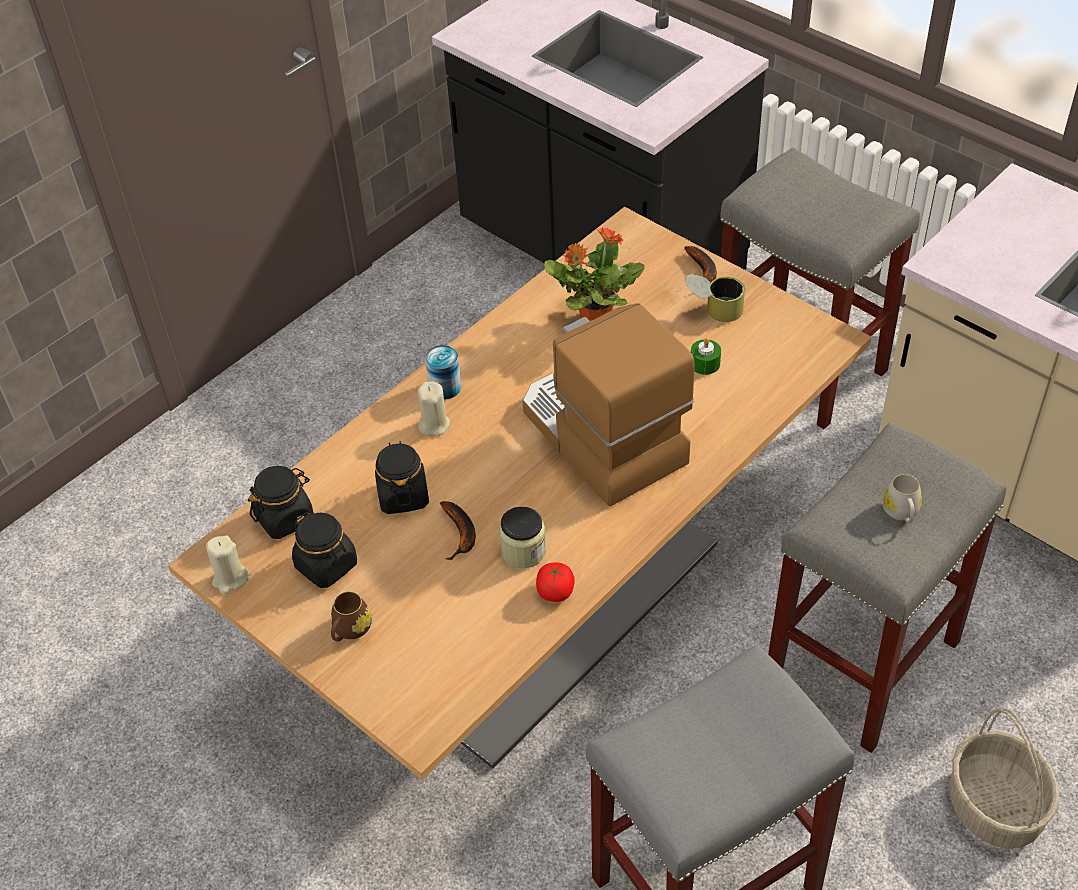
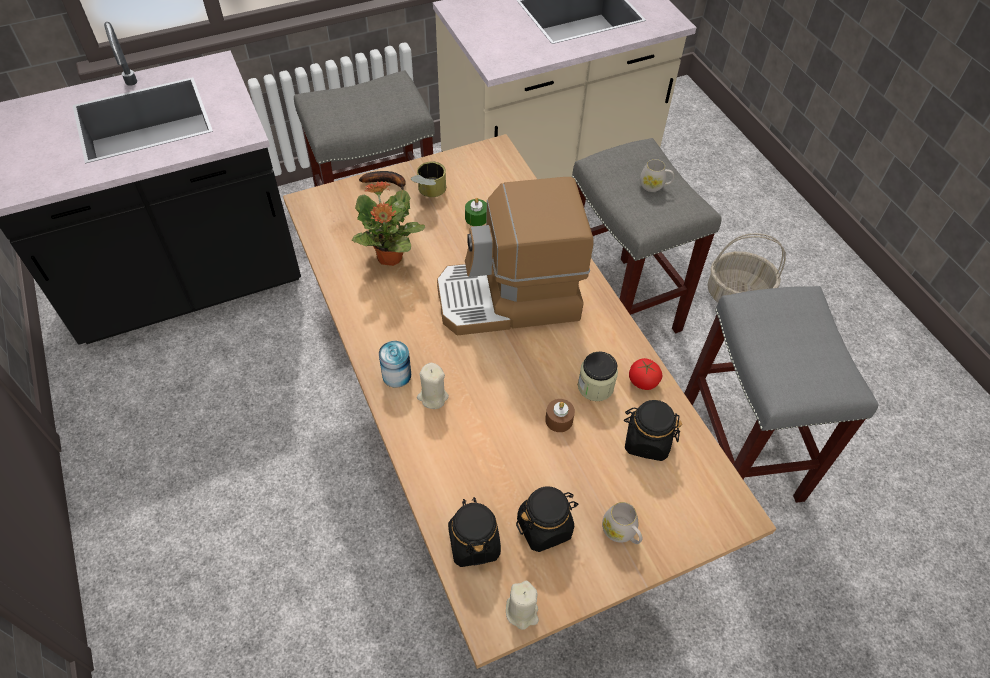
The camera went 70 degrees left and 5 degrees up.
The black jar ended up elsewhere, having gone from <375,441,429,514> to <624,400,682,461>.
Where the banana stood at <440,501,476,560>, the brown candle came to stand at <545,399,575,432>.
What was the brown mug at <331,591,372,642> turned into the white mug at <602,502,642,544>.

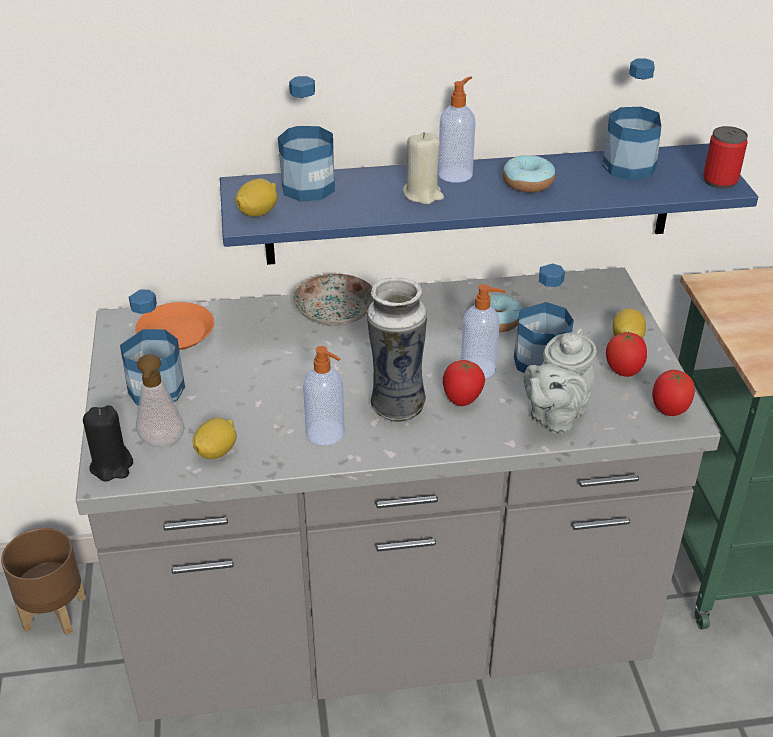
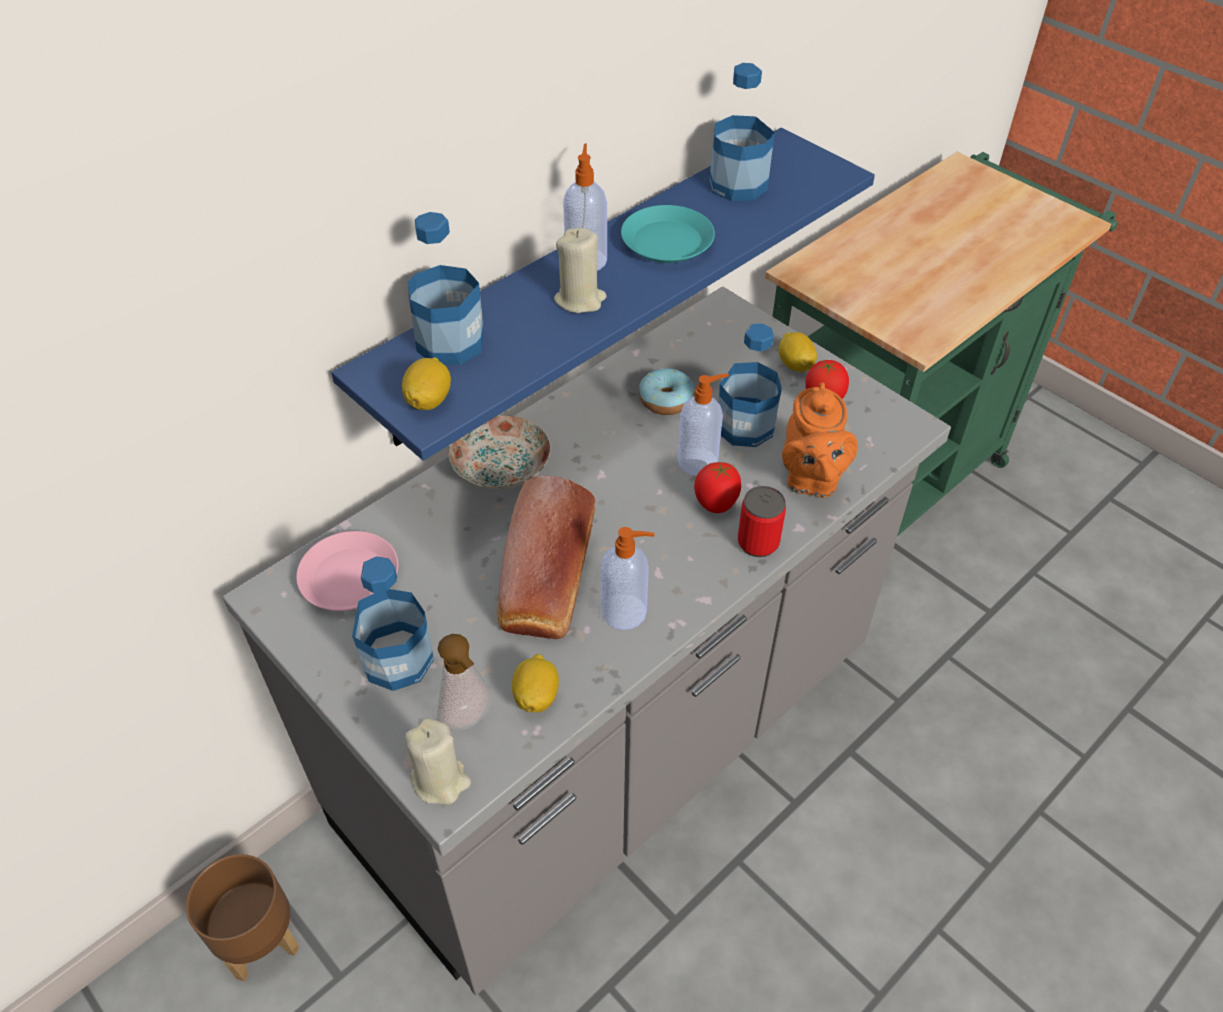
The camera went 35 degrees left and 10 degrees up.
The can ended up elsewhere, having gone from <703,126,748,189> to <738,486,786,557>.
Where the donut stood at <503,155,555,192>, the turquoise plate came to stand at <621,205,715,263>.
The second view lost the vase at <367,277,427,422>.
What was the orange plate at <135,302,214,350> turned into the pink plate at <296,531,398,611>.
What was the grey teapot at <523,328,597,434> turned into the orange teapot at <782,382,858,498>.
The second view lost the tomato at <652,370,695,416>.
What was the black candle at <83,405,133,481> turned into the beige candle at <405,718,471,805>.
The second view gained the bread at <497,476,595,639>.

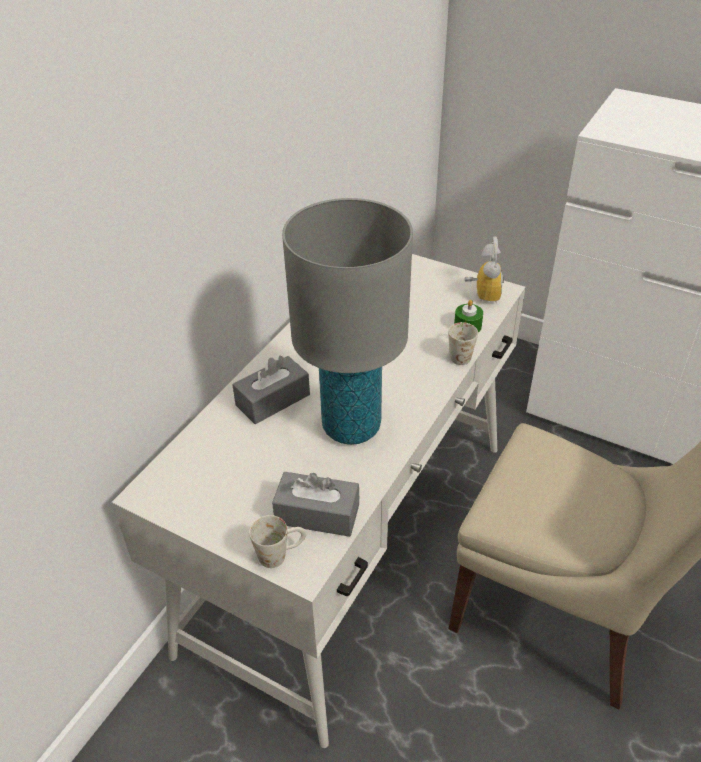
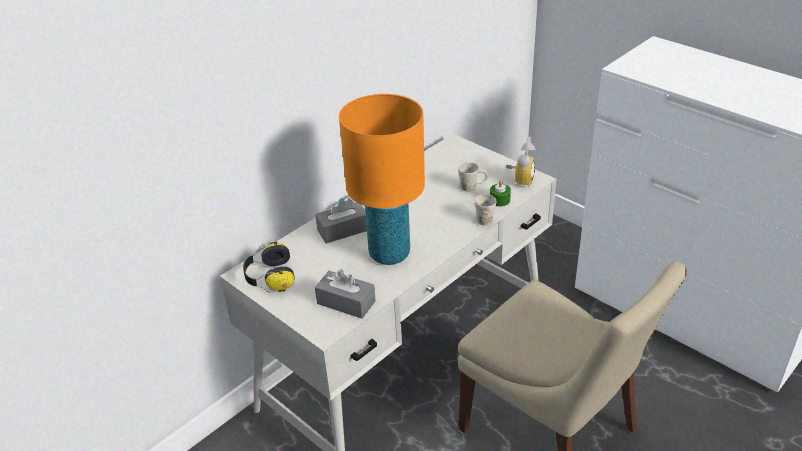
The camera went 15 degrees right and 5 degrees down.
What was the grey table lamp at <282,198,413,445> turned into the orange table lamp at <339,94,425,265>.
The white mug ended up elsewhere, having gone from <249,515,306,568> to <458,162,488,192>.
The second view gained the headphones at <243,241,295,293>.

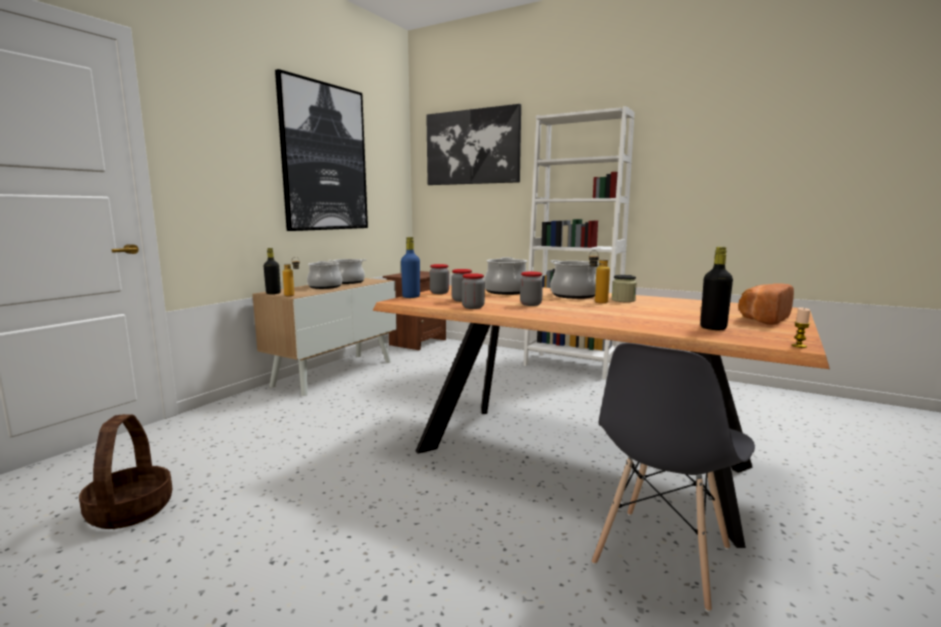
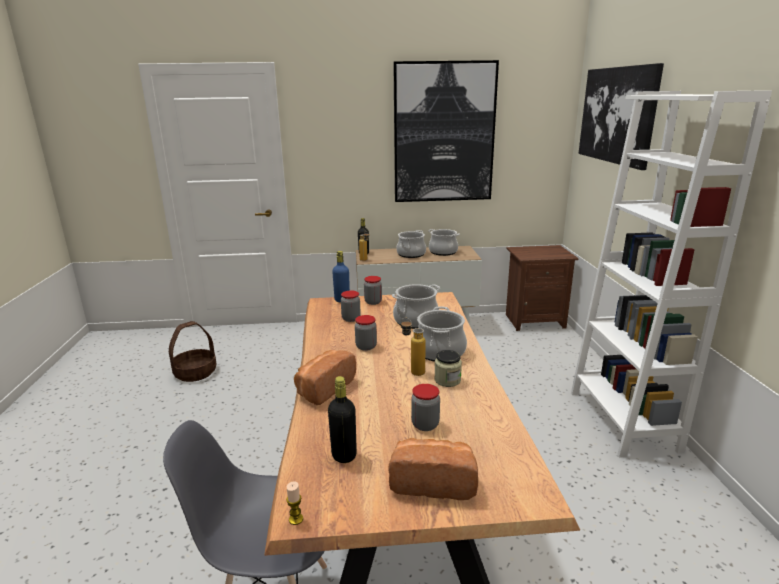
The camera went 55 degrees right and 10 degrees up.
The jar ended up elsewhere, having gone from <462,273,485,309> to <411,384,440,431>.
The second view gained the bread at <294,350,356,405>.

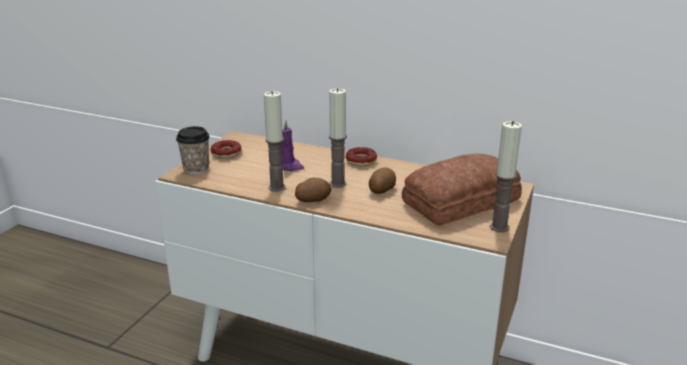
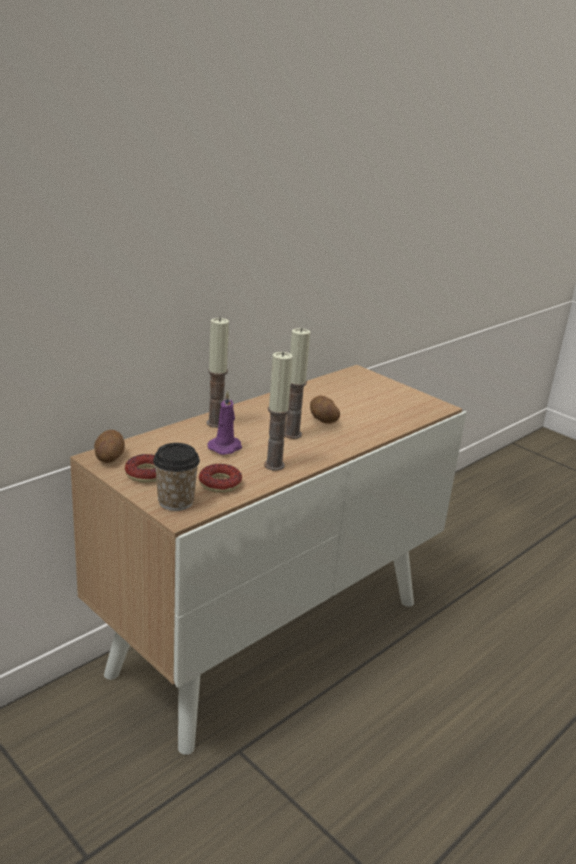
The camera went 70 degrees left and 0 degrees up.
The candle ended up elsewhere, having gone from <490,121,522,232> to <207,317,229,428>.
The donut ended up elsewhere, having gone from <346,147,377,166> to <199,464,242,493>.
The second view lost the bread at <402,153,522,226>.
The potato ended up elsewhere, having gone from <295,178,332,202> to <94,430,125,463>.

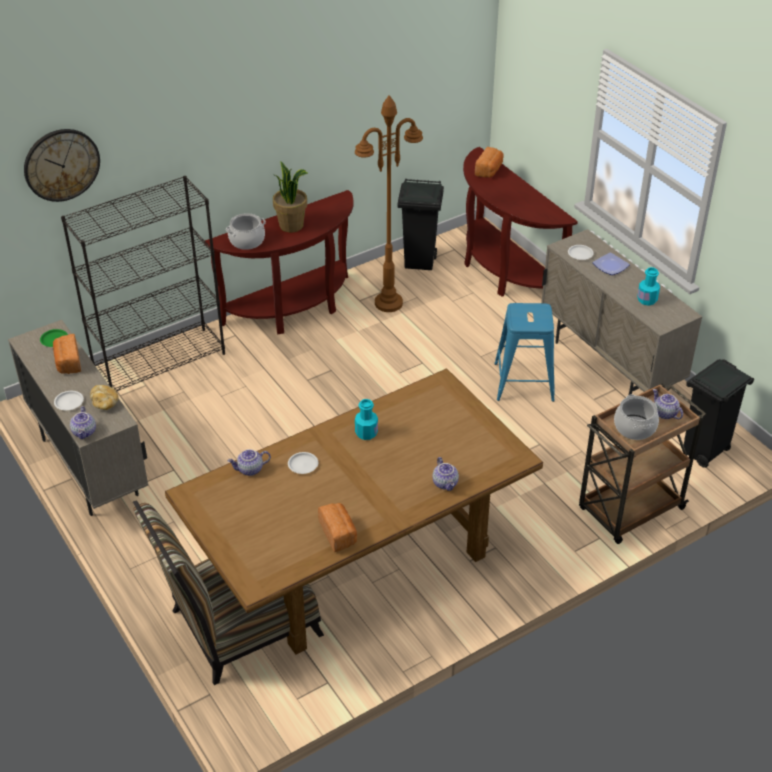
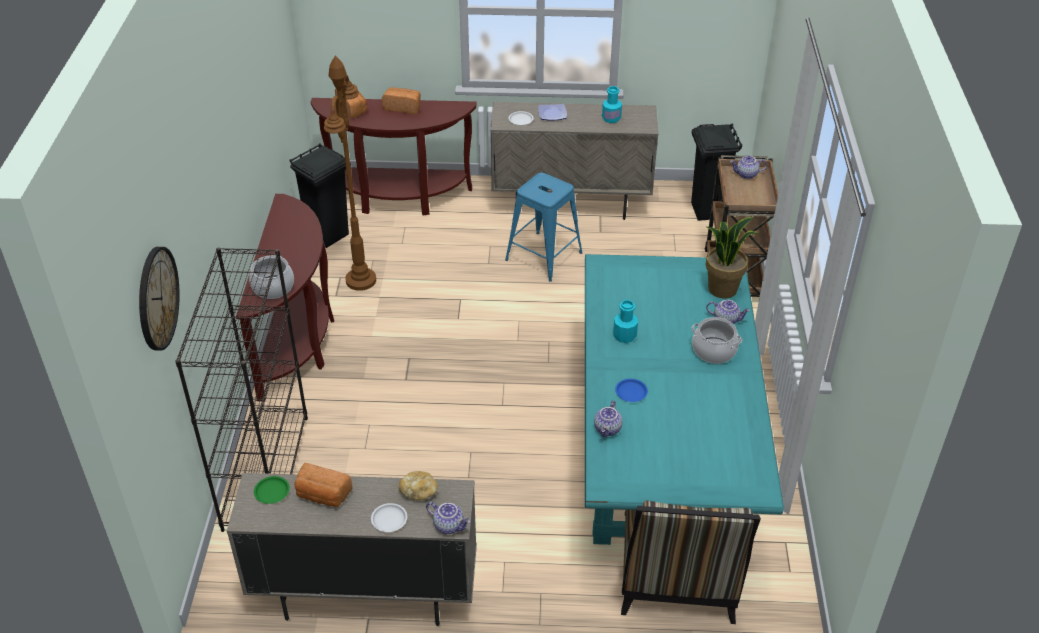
The camera went 55 degrees left and 0 degrees up.
The potted plant ended up elsewhere, having gone from <273,162,308,232> to <705,217,759,298>.
What was the brown dining table at <165,369,543,655> turned into the turquoise dining table at <585,254,784,545>.
The cooking pot ended up elsewhere, having gone from <614,394,659,440> to <691,317,742,364>.
What was the white plate at <288,452,318,474> turned into the blue plate at <615,379,648,402>.
The bread ended up elsewhere, having gone from <318,503,357,552> to <382,87,421,114>.

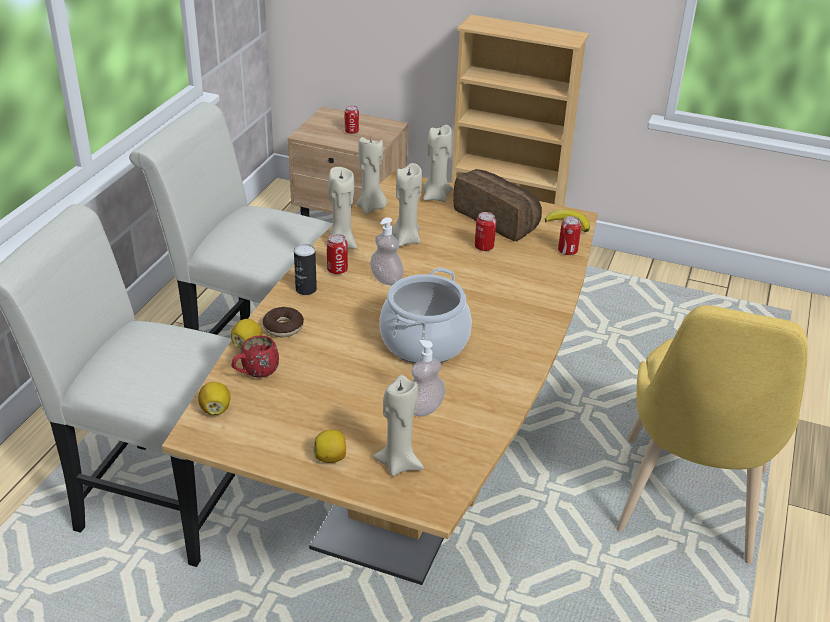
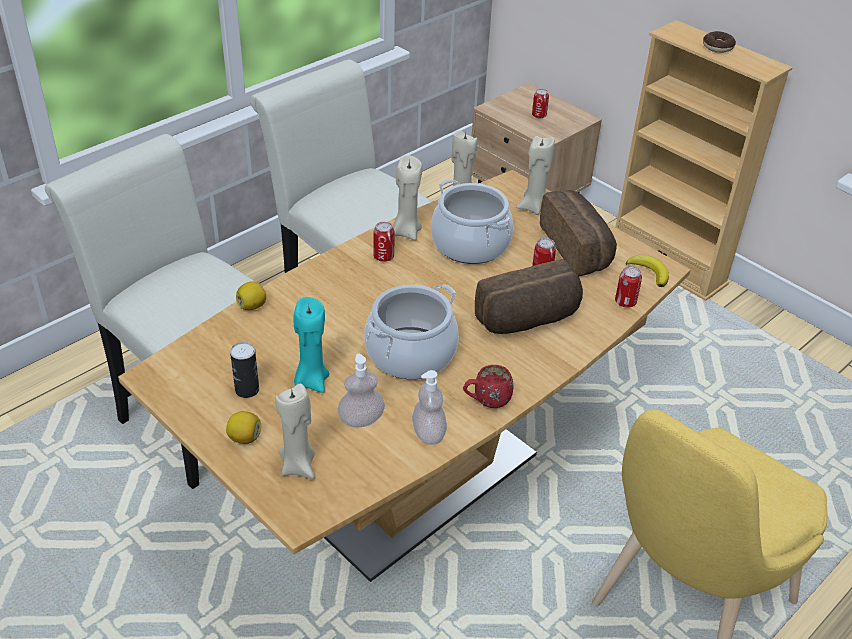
The camera went 25 degrees right and 5 degrees up.
Where the beige candle stood at <392,163,422,247>, the cooking pot came to stand at <431,179,513,264>.
The soap dispenser ended up elsewhere, having gone from <370,217,404,285> to <412,370,447,445>.
The can ended up elsewhere, having gone from <294,244,317,295> to <230,342,259,398>.
The donut ended up elsewhere, having gone from <263,307,304,337> to <703,31,736,53>.
The red mug ended up elsewhere, having gone from <231,336,279,378> to <463,365,513,408>.
The second view lost the lemon at <198,382,231,415>.
The second view gained the bread at <475,259,583,334>.
The second view gained the turquoise candle at <293,297,329,393>.

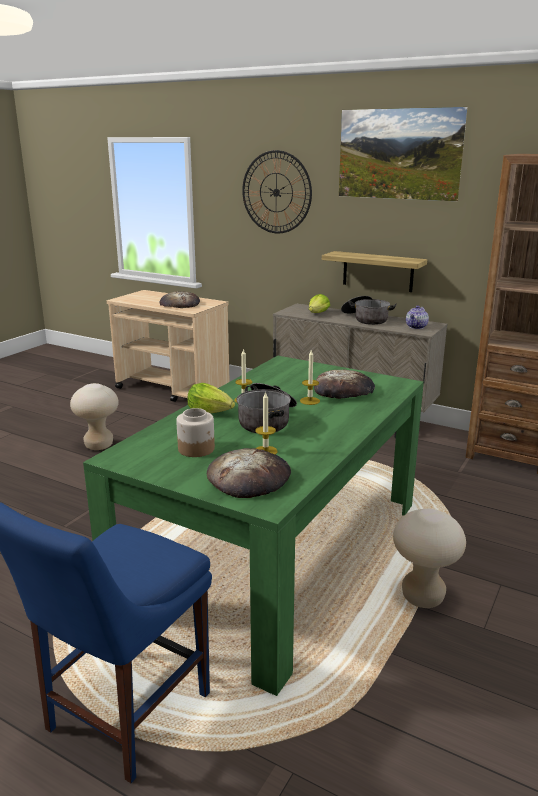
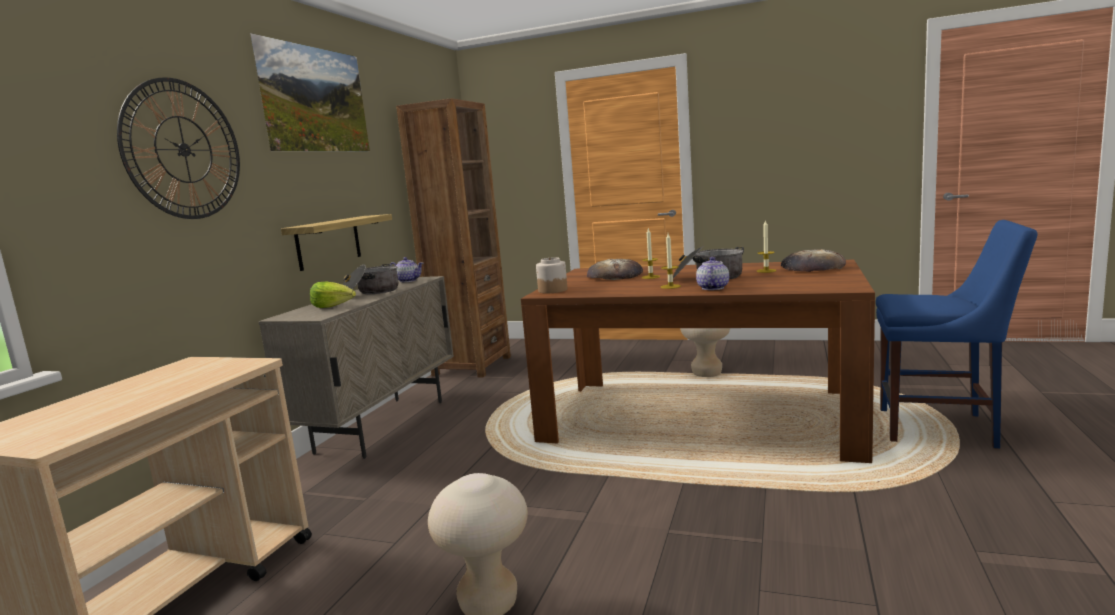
The camera went 100 degrees left and 10 degrees down.
The second view lost the bread at <160,291,200,308>.
What was the green dining table at <83,356,424,696> turned into the brown dining table at <521,259,875,463>.
Where the lettuce stood at <188,383,235,413>, the teapot came to stand at <696,257,729,290>.
The jar ended up elsewhere, having gone from <176,408,215,457> to <536,257,567,293>.

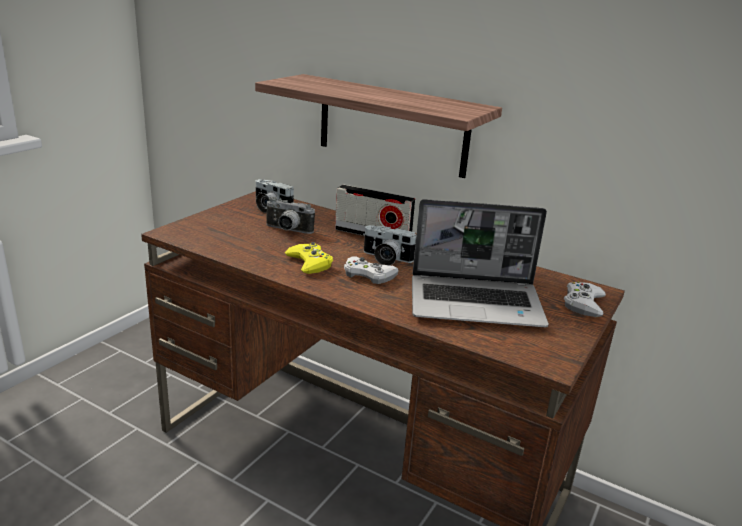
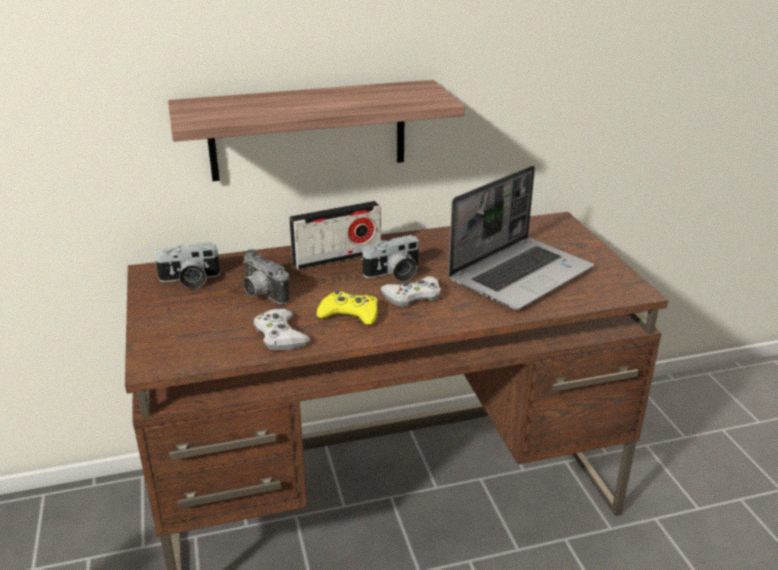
The camera went 45 degrees left and 5 degrees up.
The photo camera at <265,197,315,234> ended up facing another way, 75 degrees clockwise from before.
The white game controller ended up elsewhere, having gone from <564,282,606,317> to <254,309,310,350>.

